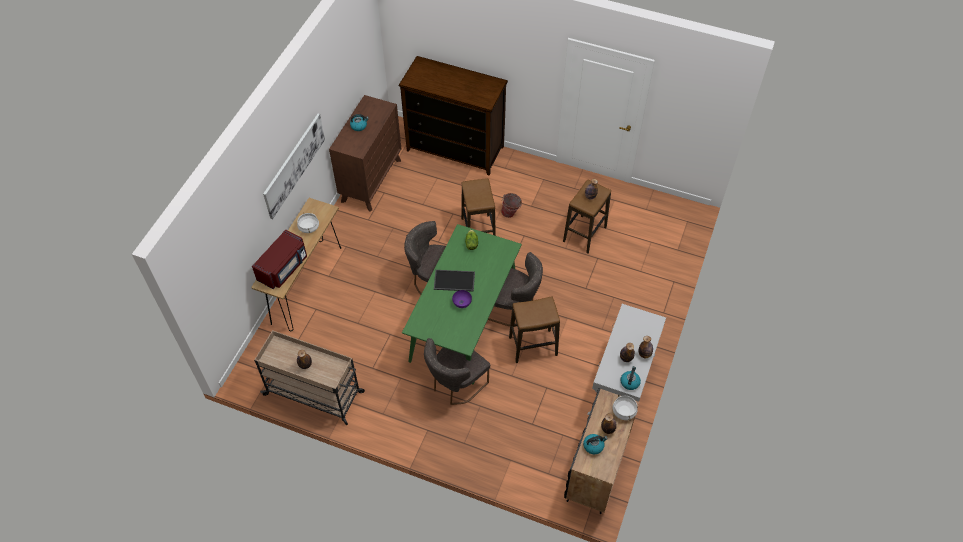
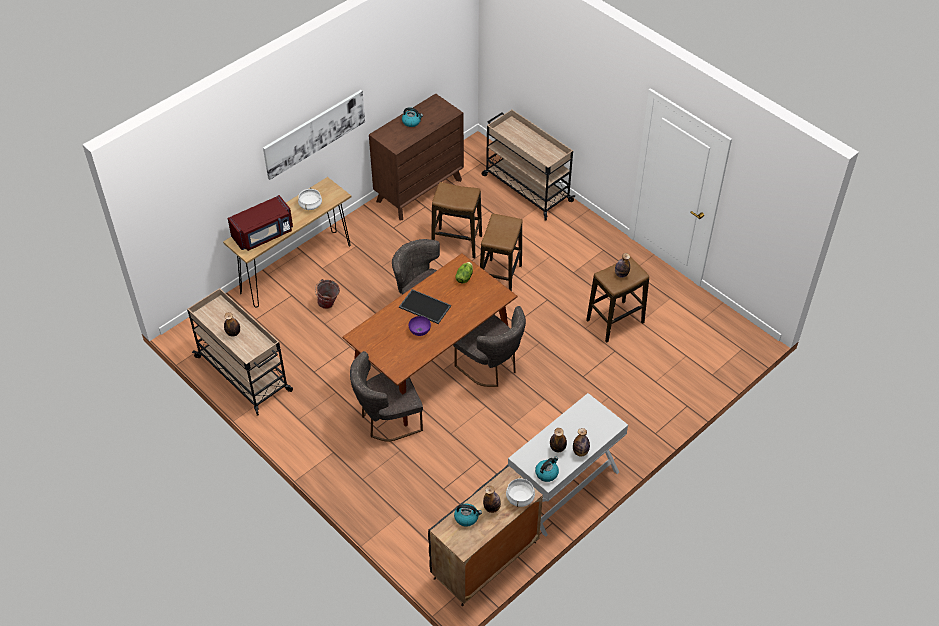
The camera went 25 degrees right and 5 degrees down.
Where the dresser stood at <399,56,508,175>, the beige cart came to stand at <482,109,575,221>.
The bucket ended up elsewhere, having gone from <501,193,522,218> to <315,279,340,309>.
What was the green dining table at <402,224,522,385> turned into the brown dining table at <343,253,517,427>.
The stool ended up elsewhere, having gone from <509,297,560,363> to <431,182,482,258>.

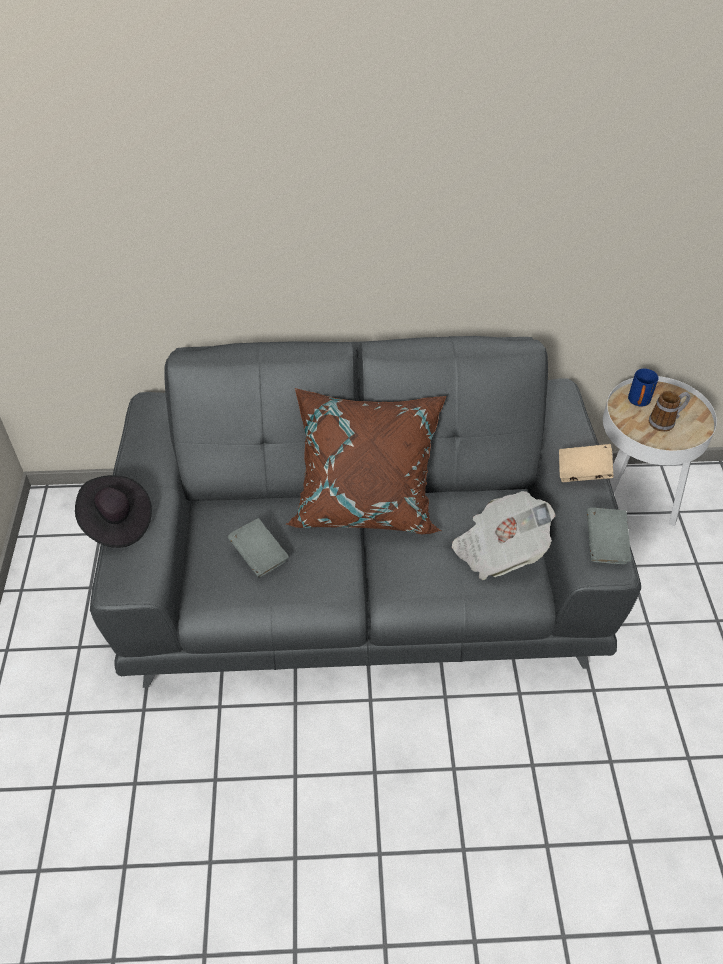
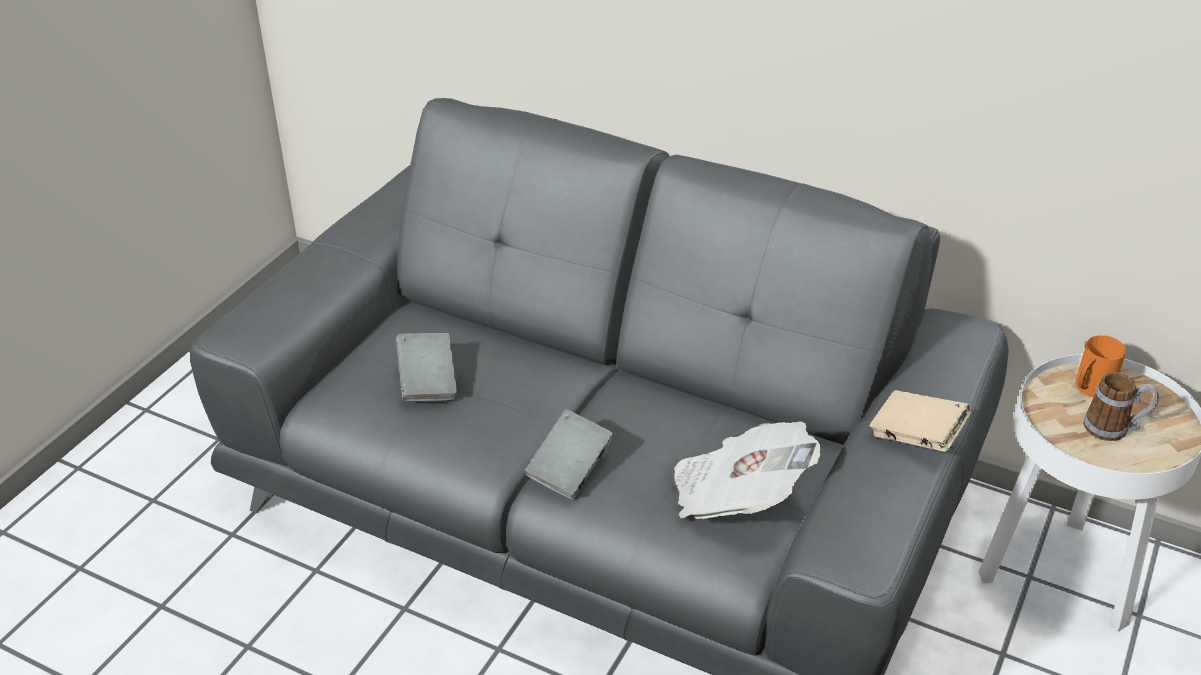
The camera went 30 degrees right and 10 degrees down.
What was the blue mug at <628,368,659,407> turned into the orange mug at <1075,335,1126,397>.
The second view lost the brown pillow at <286,388,446,534>.
The second view lost the black hat at <75,475,152,548>.
The grey book ended up elsewhere, having gone from <586,507,632,564> to <524,410,613,499>.

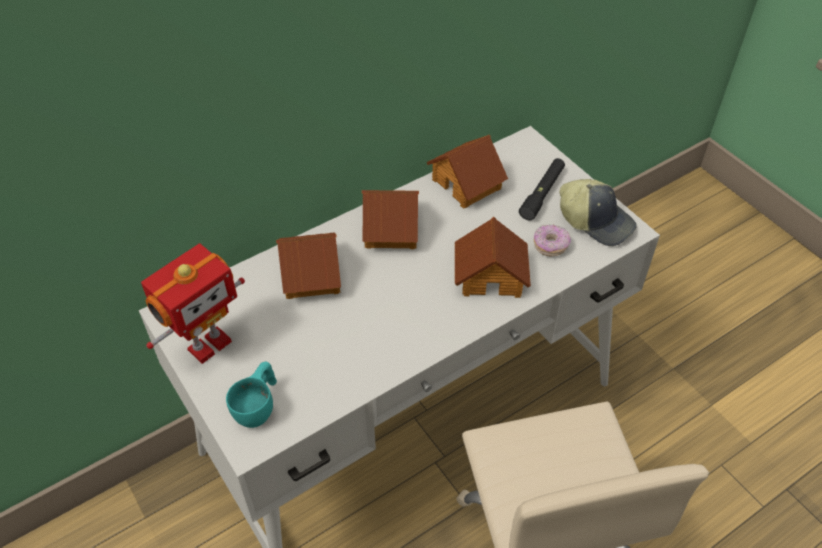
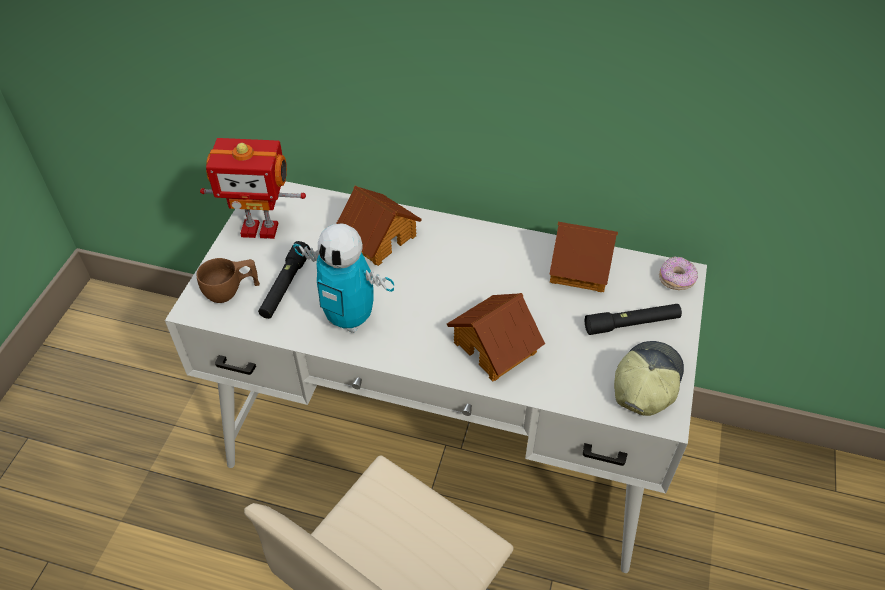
The camera went 50 degrees right and 0 degrees up.
The cap at <559,179,637,246> ended up facing another way, 150 degrees counterclockwise from before.
The second view lost the toy house at <362,190,419,249>.
The donut ended up elsewhere, having gone from <534,225,571,256> to <659,256,698,290>.
What was the turquoise cup at <226,362,277,428> turned into the brown cup at <197,258,260,303>.
The second view gained the toy robot at <293,223,394,333>.
The second view gained the black flashlight at <258,241,310,319>.

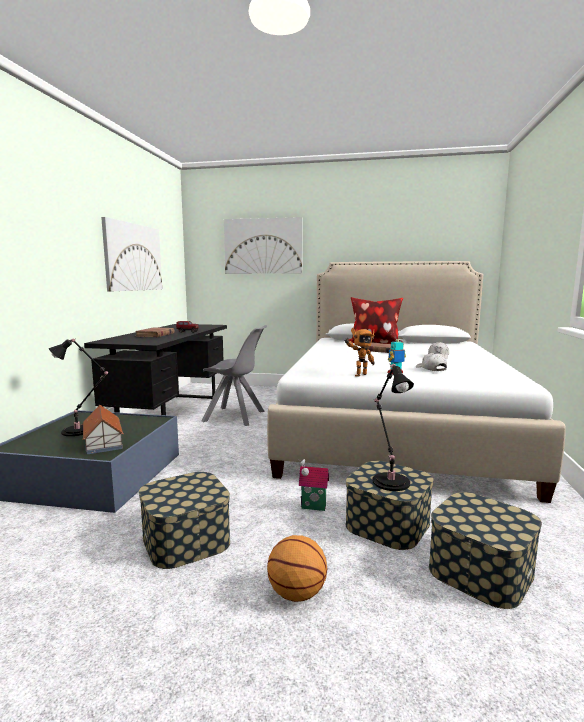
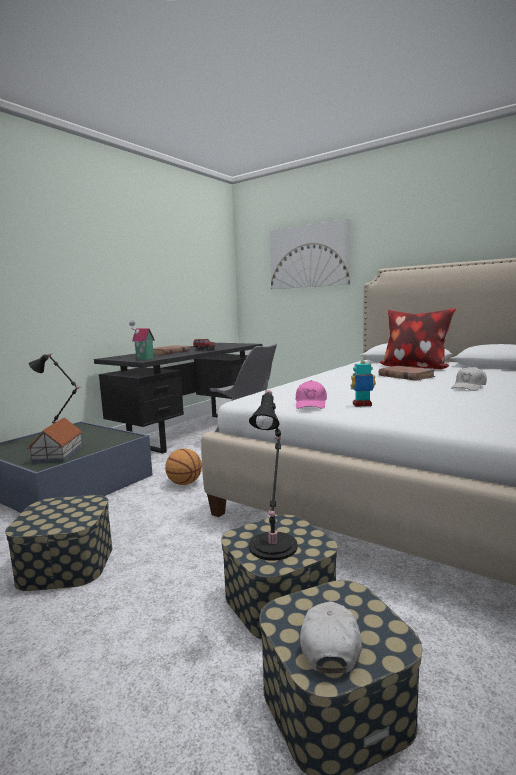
The camera went 25 degrees right and 0 degrees up.
The second view lost the picture at <101,217,162,292>.
Where the toy robot stood at <344,328,375,377>, the pink cap came to stand at <295,380,327,409>.
The white cap ended up elsewhere, having gone from <416,353,447,371> to <300,602,362,674>.
The toy house ended up elsewhere, having gone from <299,459,329,511> to <129,321,155,360>.
The basketball ended up elsewhere, having gone from <267,535,327,602> to <165,448,202,485>.

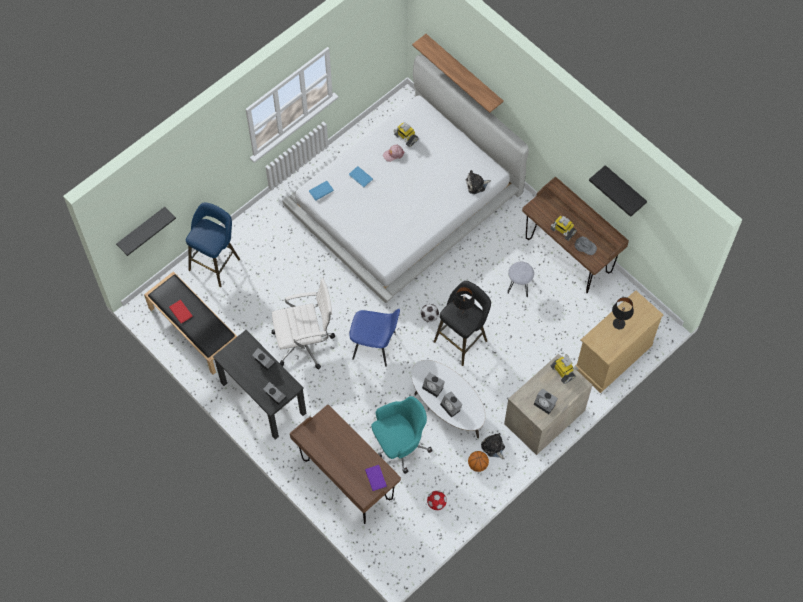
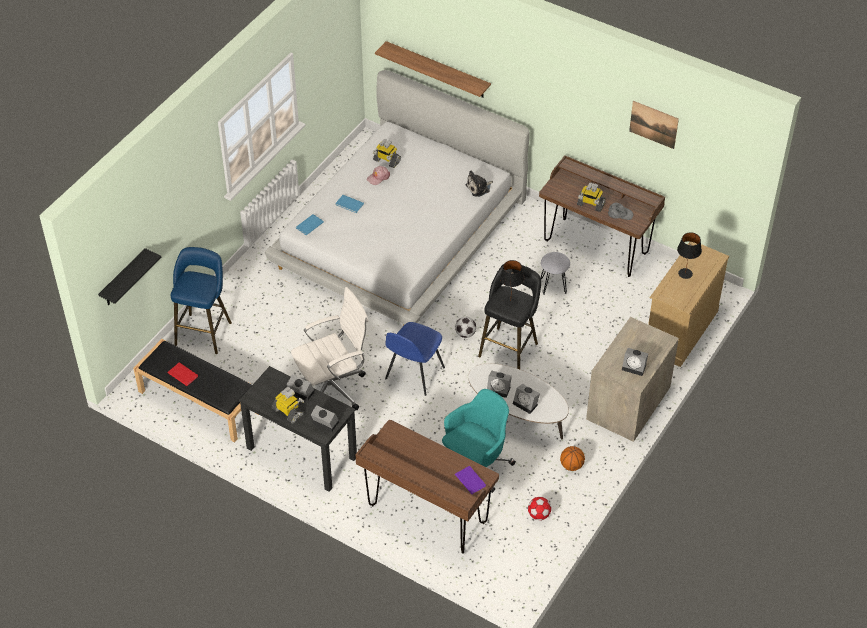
The camera went 15 degrees left and 15 degrees down.
Where the black shelf hung at <589,165,647,217>, the picture came to hang at <629,101,679,149>.
The blue chair at <350,309,400,367> ended up facing another way, 120 degrees clockwise from before.
The toy robot ended up elsewhere, having gone from <551,354,578,384> to <272,387,304,423>.
The second view lost the plush toy at <481,433,505,459>.

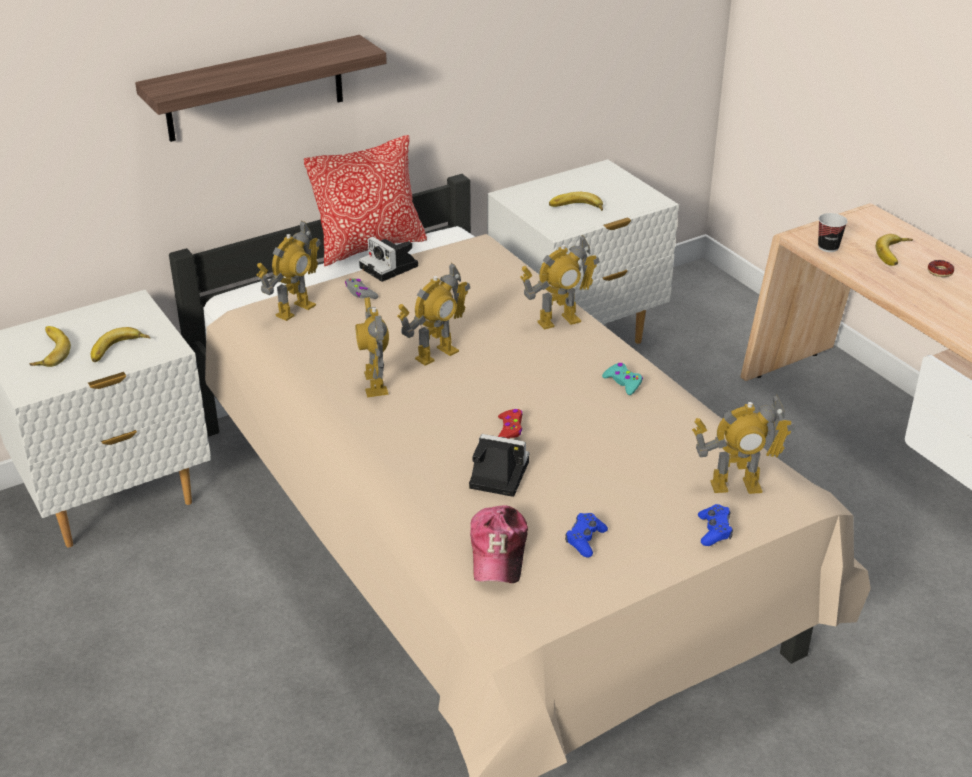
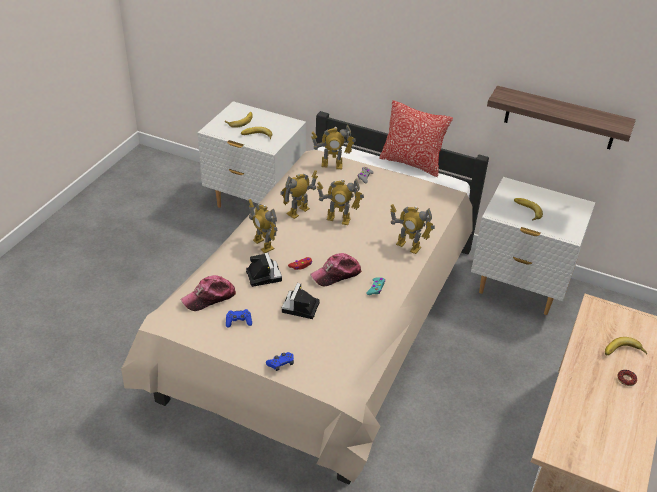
The camera went 55 degrees right and 5 degrees up.
The shelf ended up elsewhere, having gone from <135,35,387,142> to <487,86,636,149>.
The second view lost the cup at <818,213,848,252>.
The photo camera ended up elsewhere, having gone from <359,236,418,282> to <282,283,320,319>.
The toy robot ended up elsewhere, having gone from <692,395,795,494> to <249,199,278,253>.
The second view gained the cap at <310,253,362,286>.

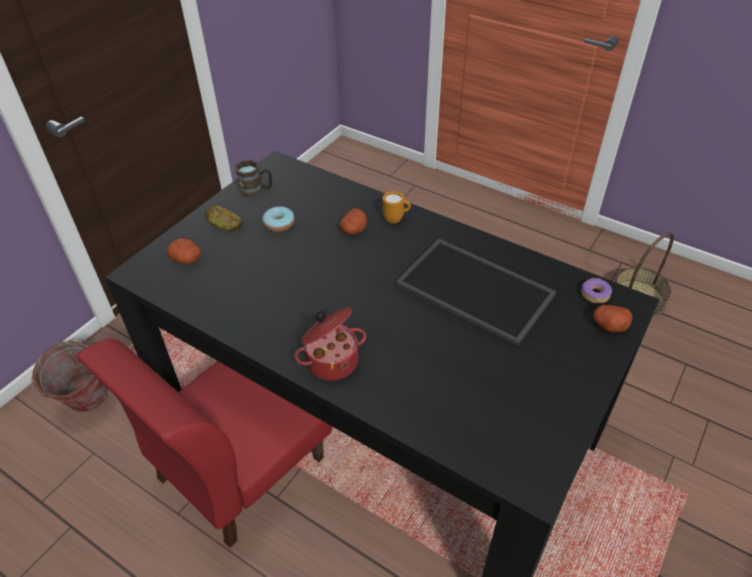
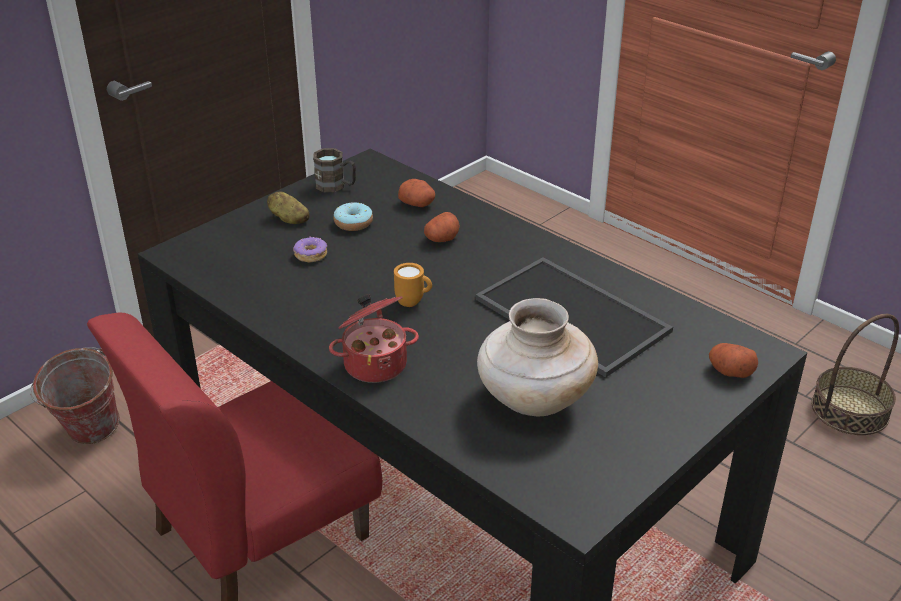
The camera went 10 degrees right and 10 degrees down.
The orange mug ended up elsewhere, having gone from <383,191,411,224> to <394,263,432,307>.
The potato ended up elsewhere, having gone from <167,238,201,264> to <398,179,435,207>.
The donut ended up elsewhere, having gone from <581,278,612,304> to <293,236,327,262>.
The second view gained the beige vase at <477,298,598,416>.

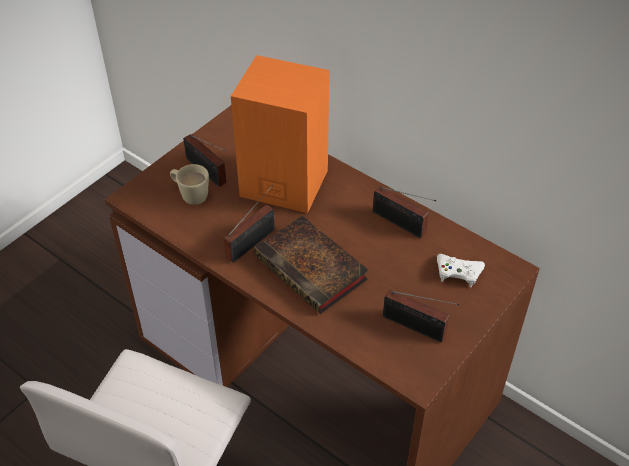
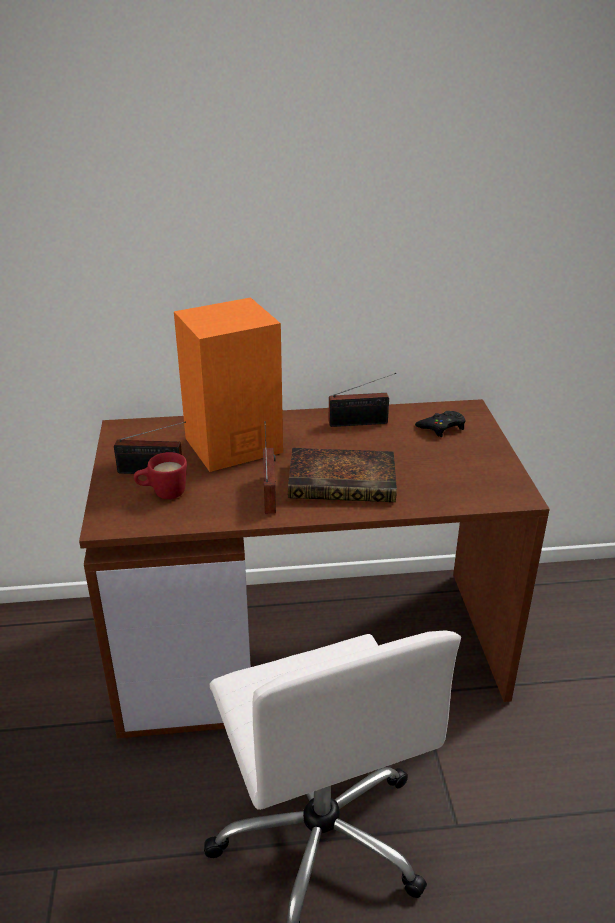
The camera went 45 degrees left and 15 degrees down.
What was the beige mug at <170,164,209,205> turned into the red mug at <134,452,187,499>.
What was the white game controller at <437,254,485,287> turned into the black game controller at <415,411,466,437>.
The second view lost the radio at <383,290,460,342>.

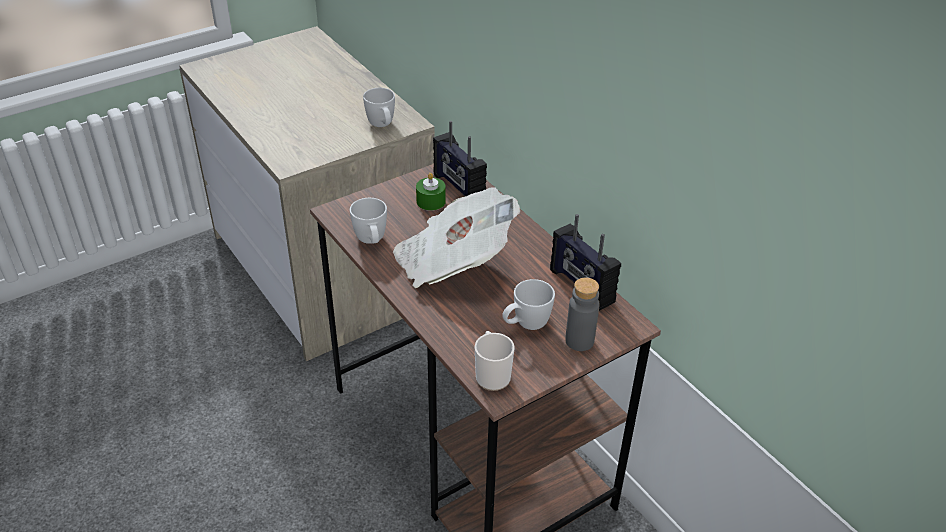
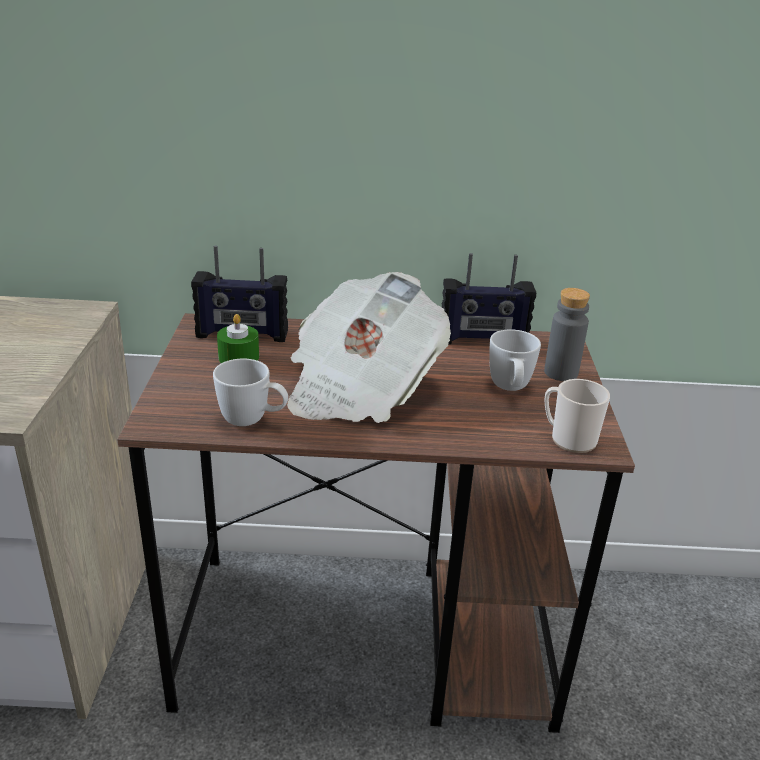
The camera went 55 degrees left and 10 degrees down.
The second view lost the white mug at <363,88,395,127>.

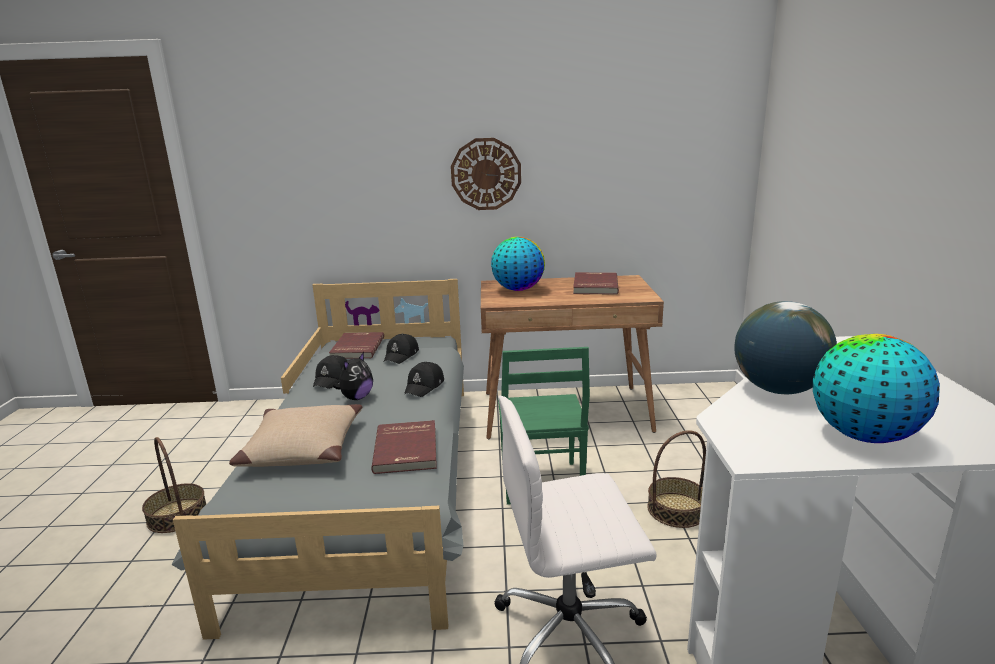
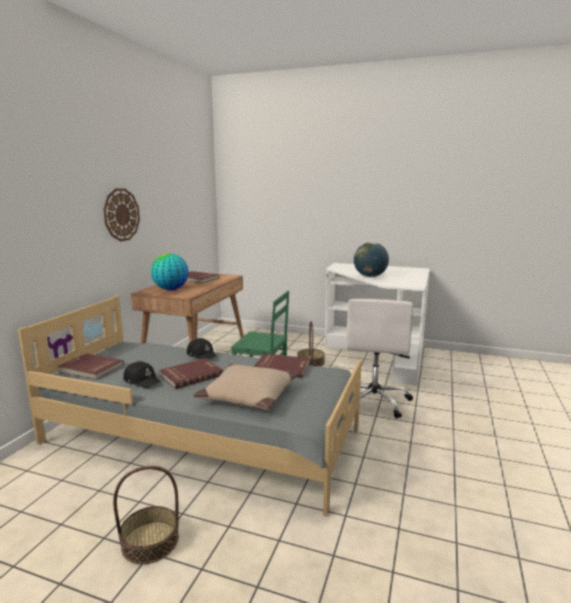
The camera went 70 degrees left and 5 degrees down.
The second view lost the black cap at <384,333,419,364>.
The second view lost the globe at <813,334,940,443>.
Where the plush toy stood at <333,352,373,400>, the red book came to stand at <159,358,223,389>.

